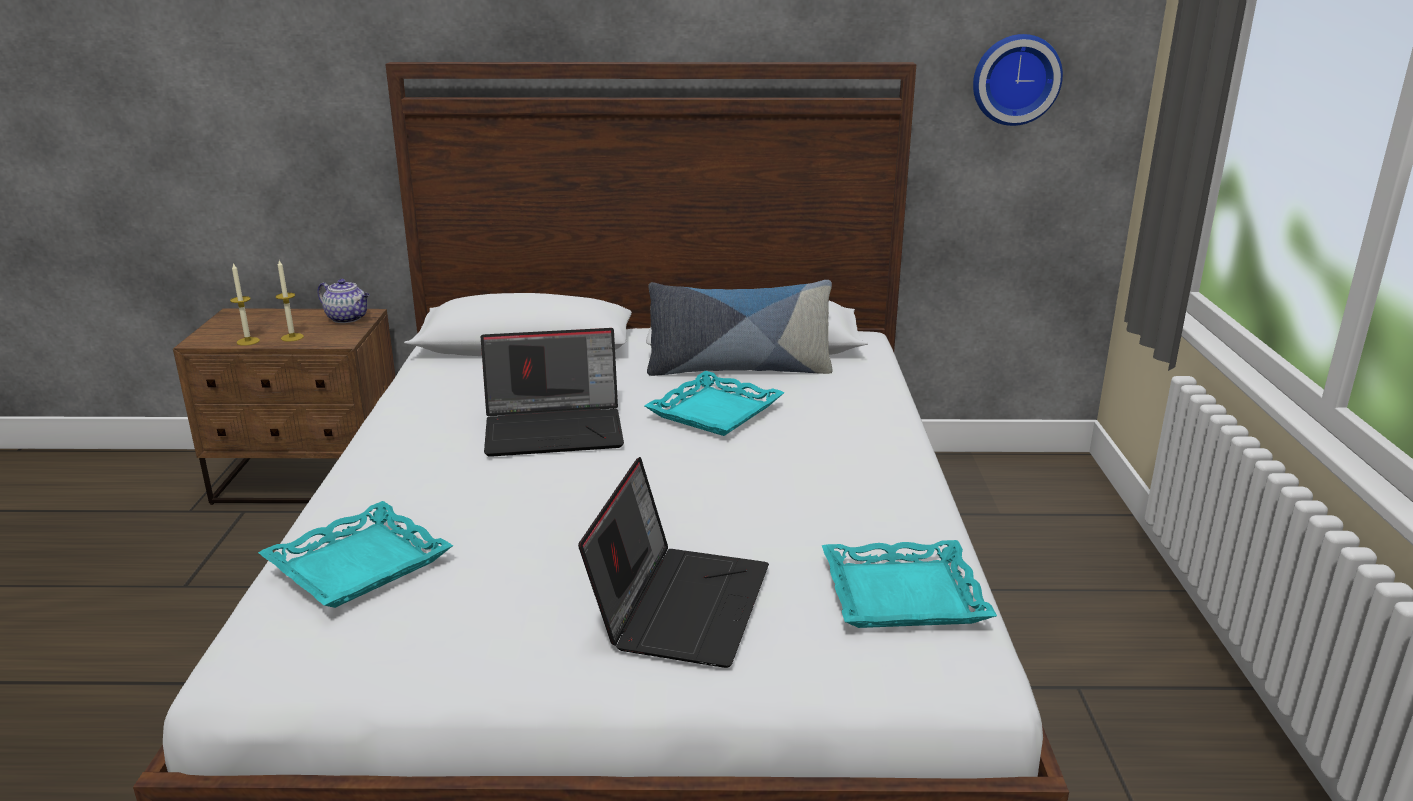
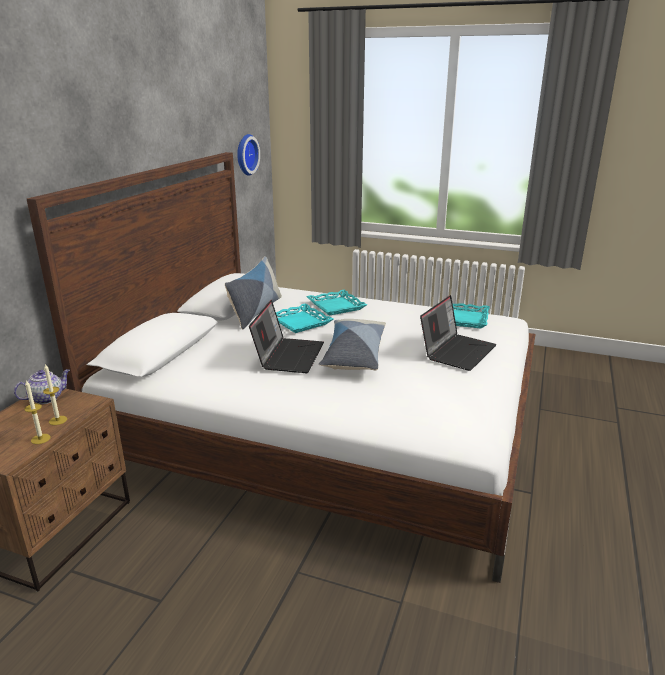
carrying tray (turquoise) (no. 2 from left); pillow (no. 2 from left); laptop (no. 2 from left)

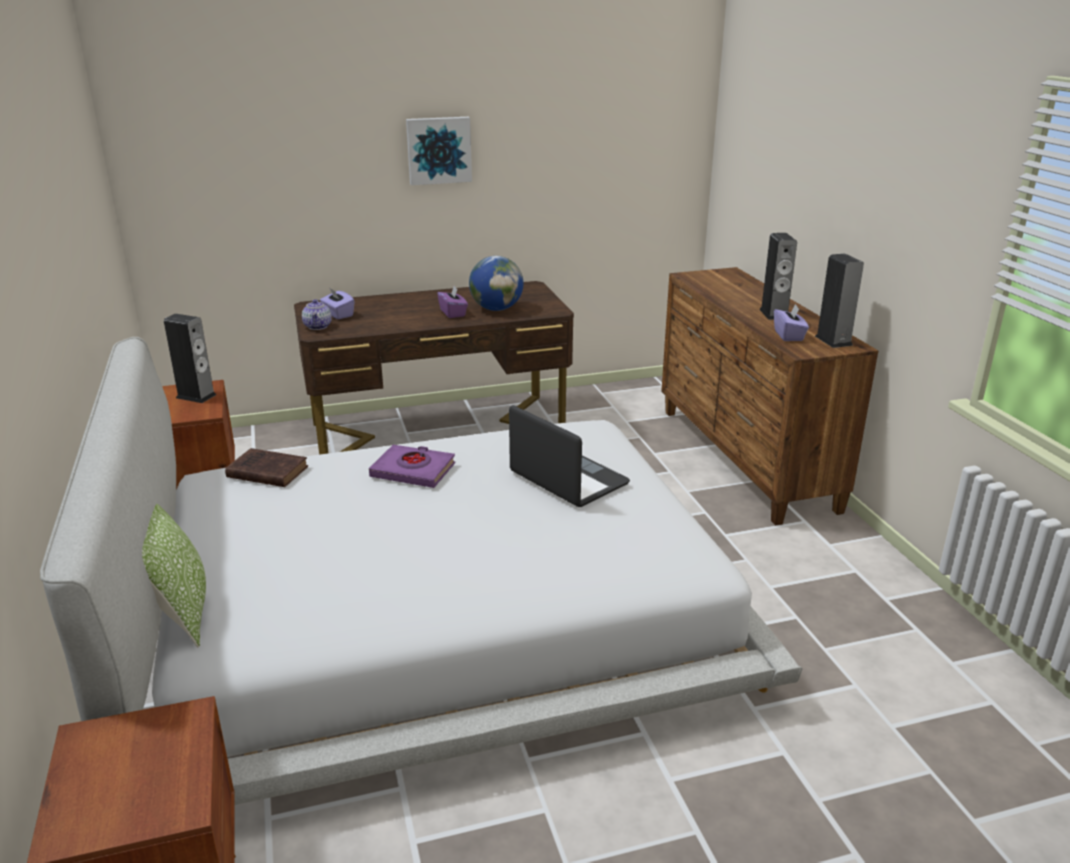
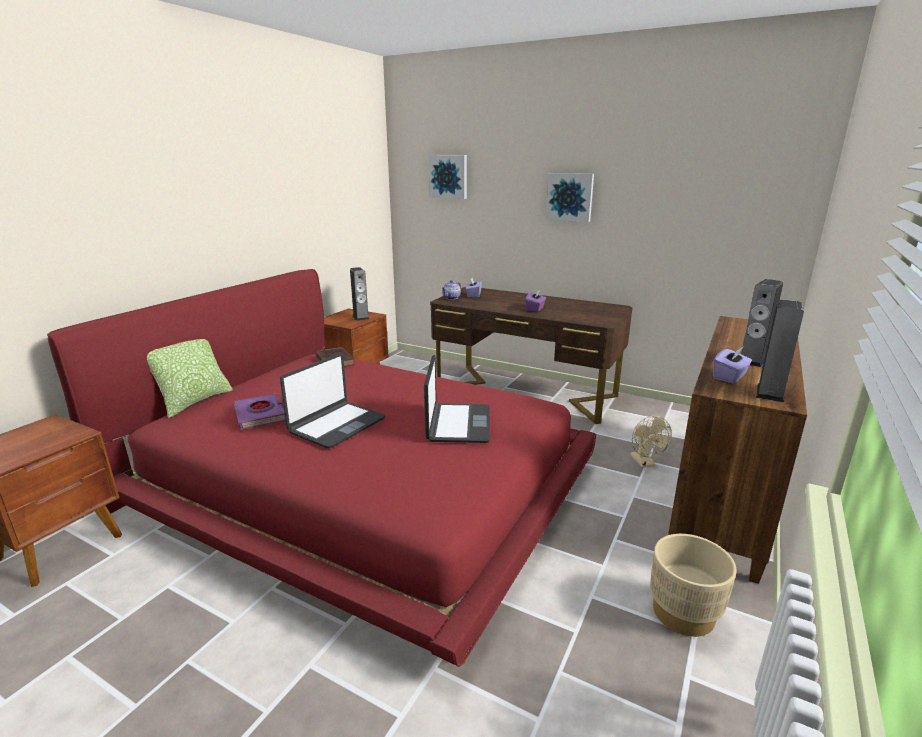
bed (red); volume (purple-coloured); laptop (no. 1 from left); wall picture (no. 1 from left); electric fan (beige); planter (beige); world globe

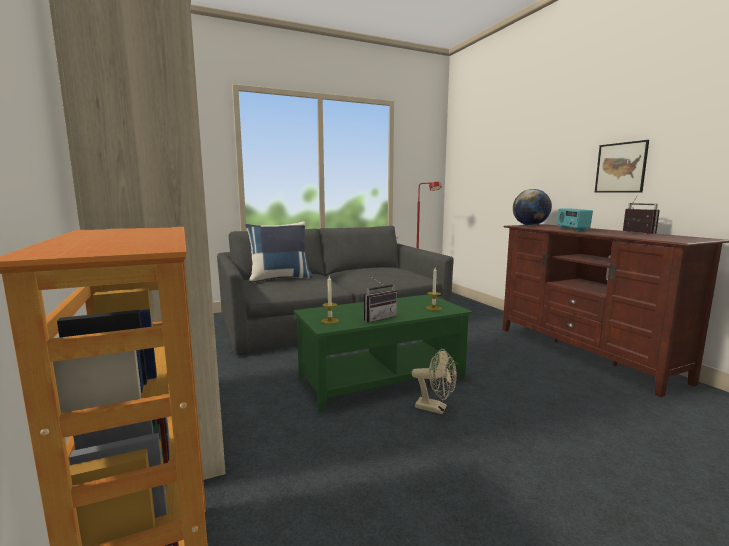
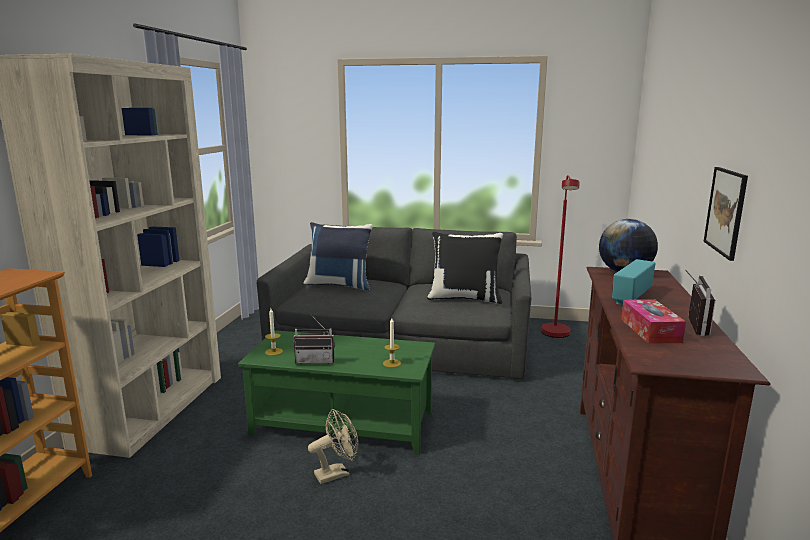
electric fan (beige); pillow (black); tissue holder

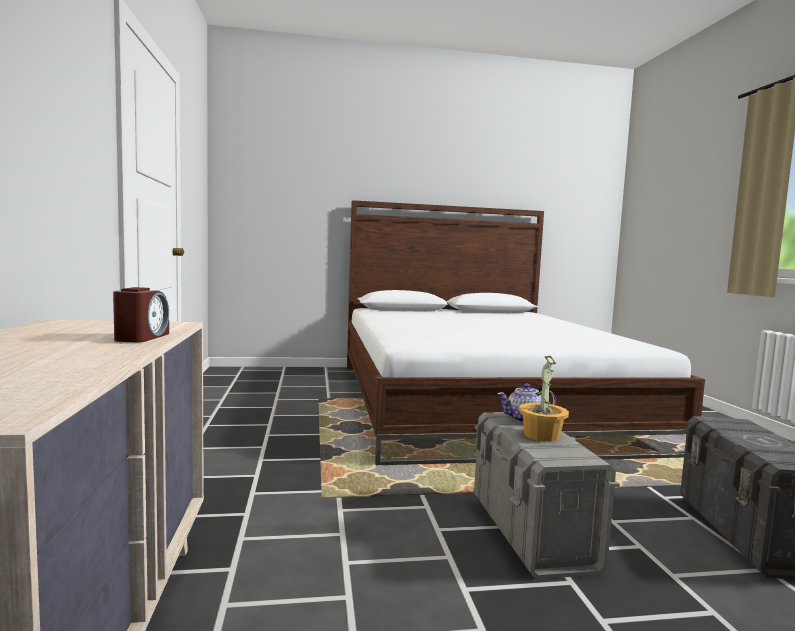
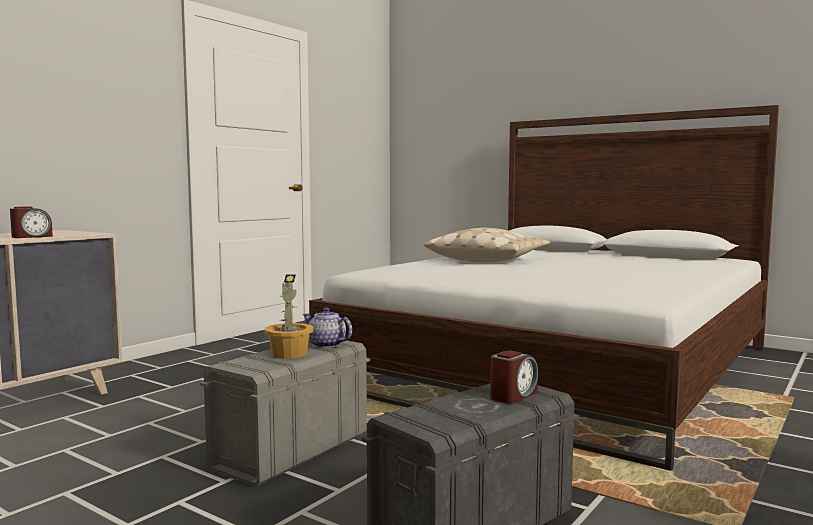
pillow (beige); table clock (no. 2 from left)

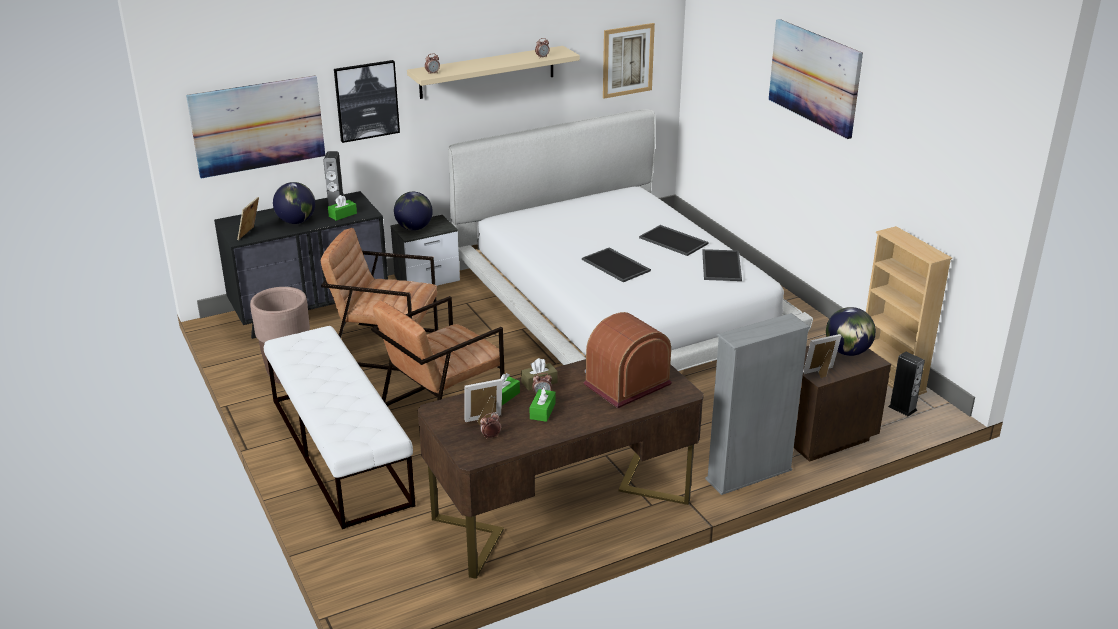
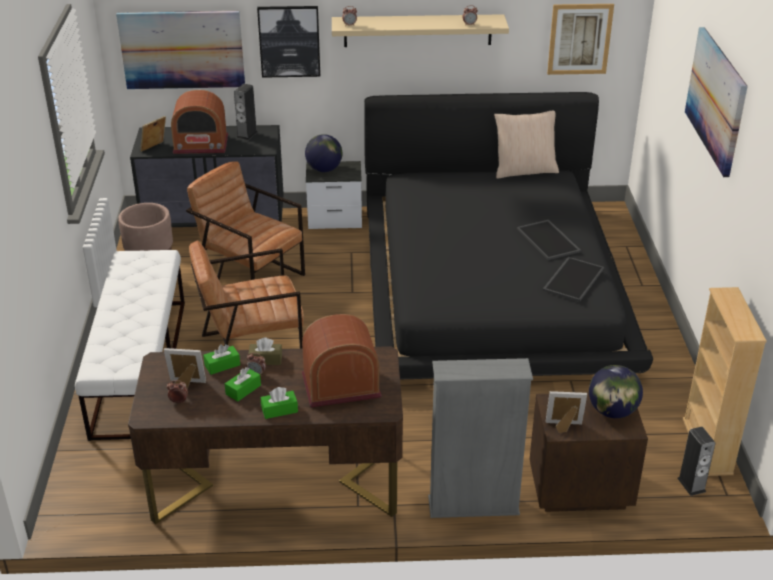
radio set (no. 1 from left); tissue holder (greenish) (no. 3 from left); bed (black); pillow (beige); carrying tray (no. 1 from left in the first image)

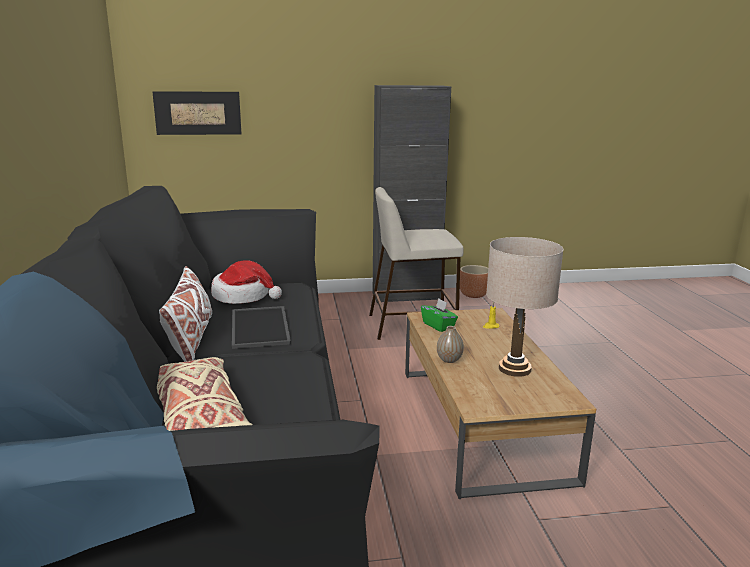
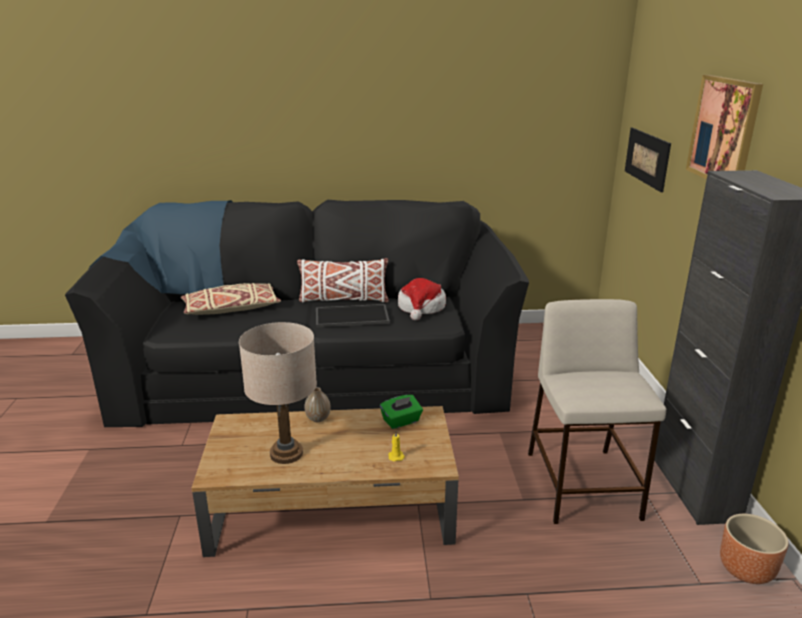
wall picture (no. 2 from left)

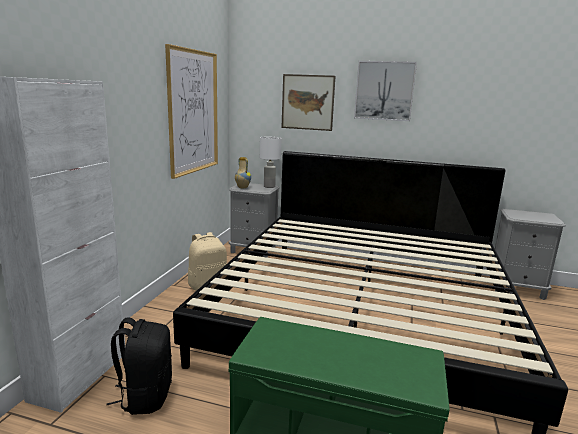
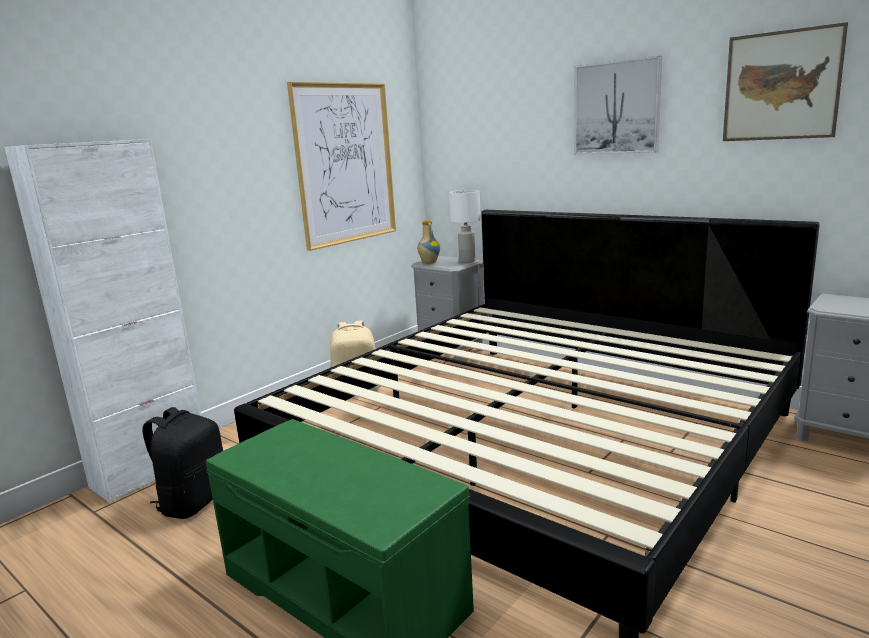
wall picture (no. 3 from left)

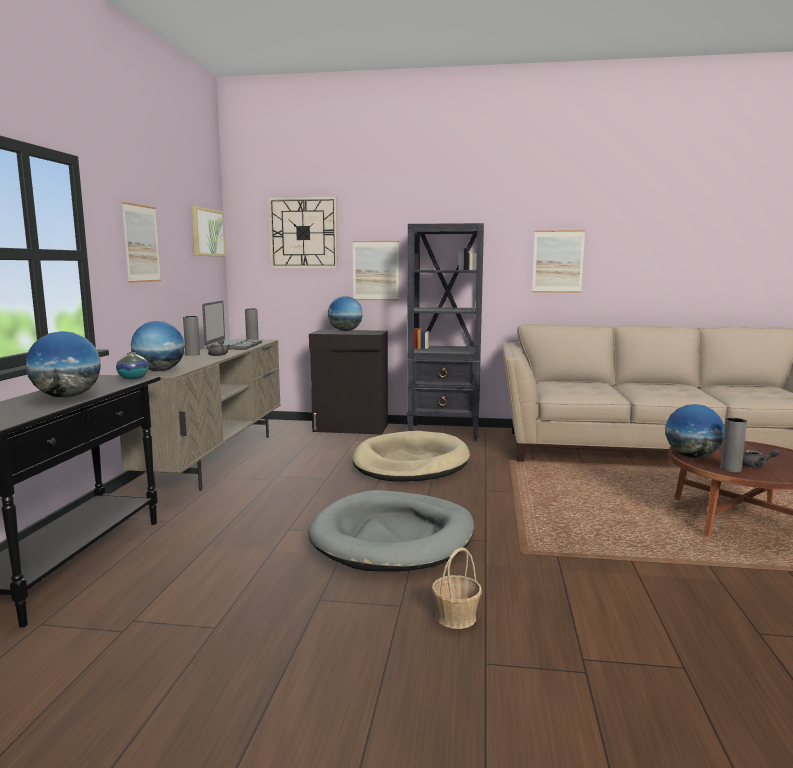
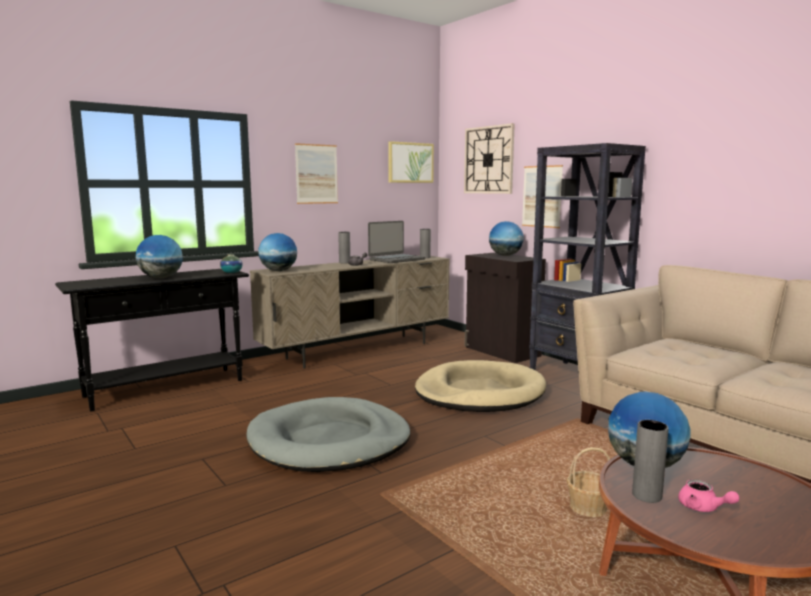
storage basket; tea pot (pink-coloured); wall picture (no. 4 from left in the first image)

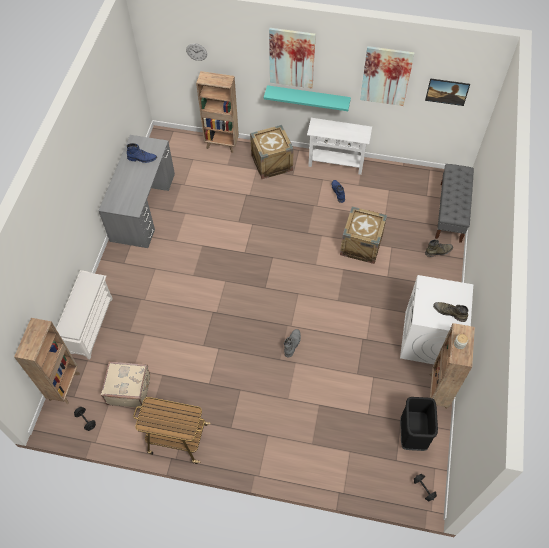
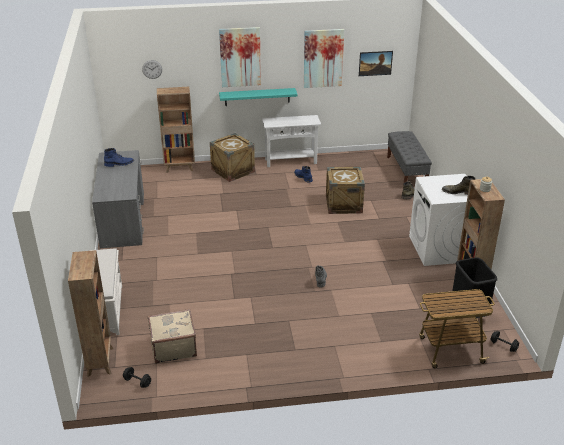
cart

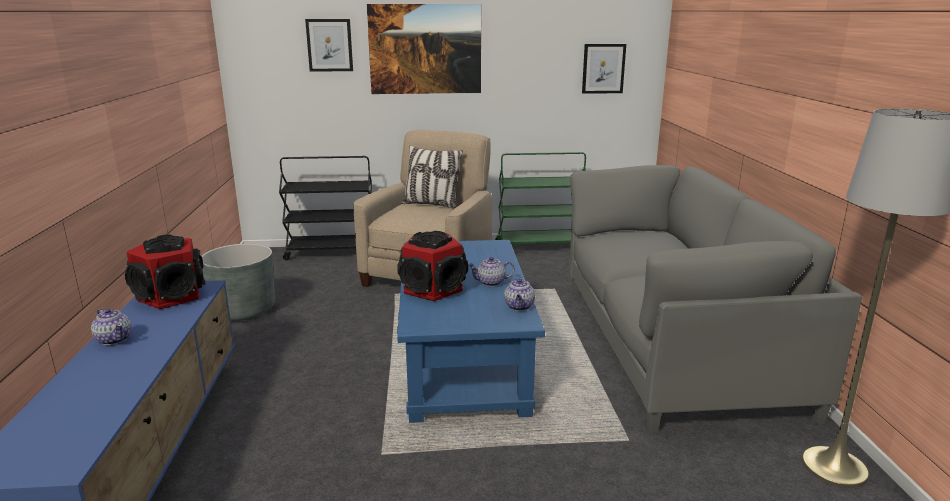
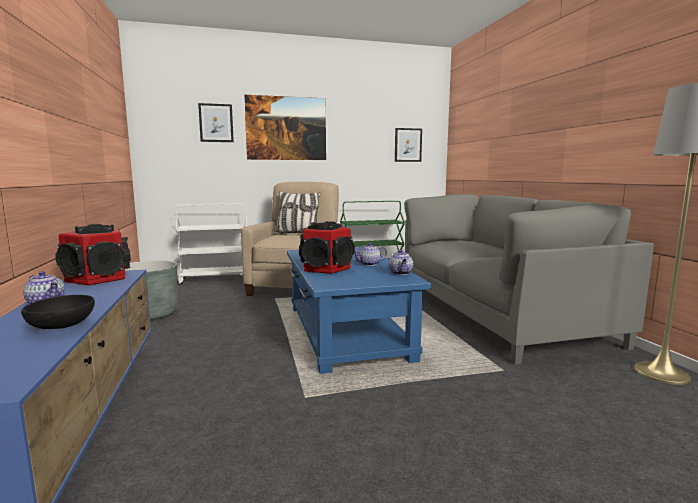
bowl (black); cart (white-coloured)

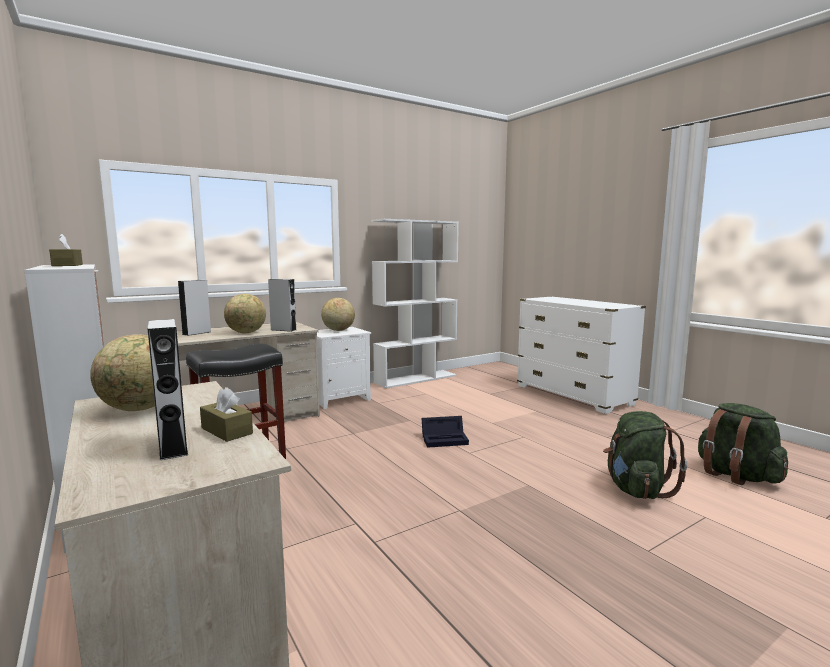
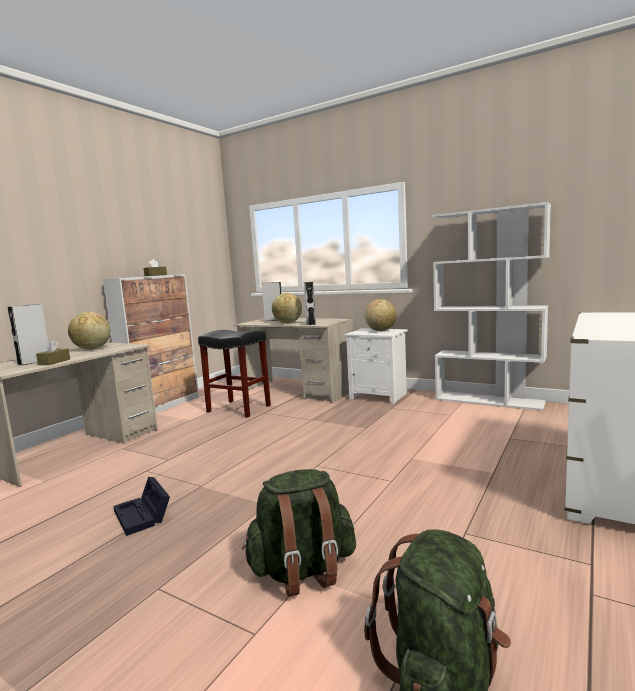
storage container (black)

